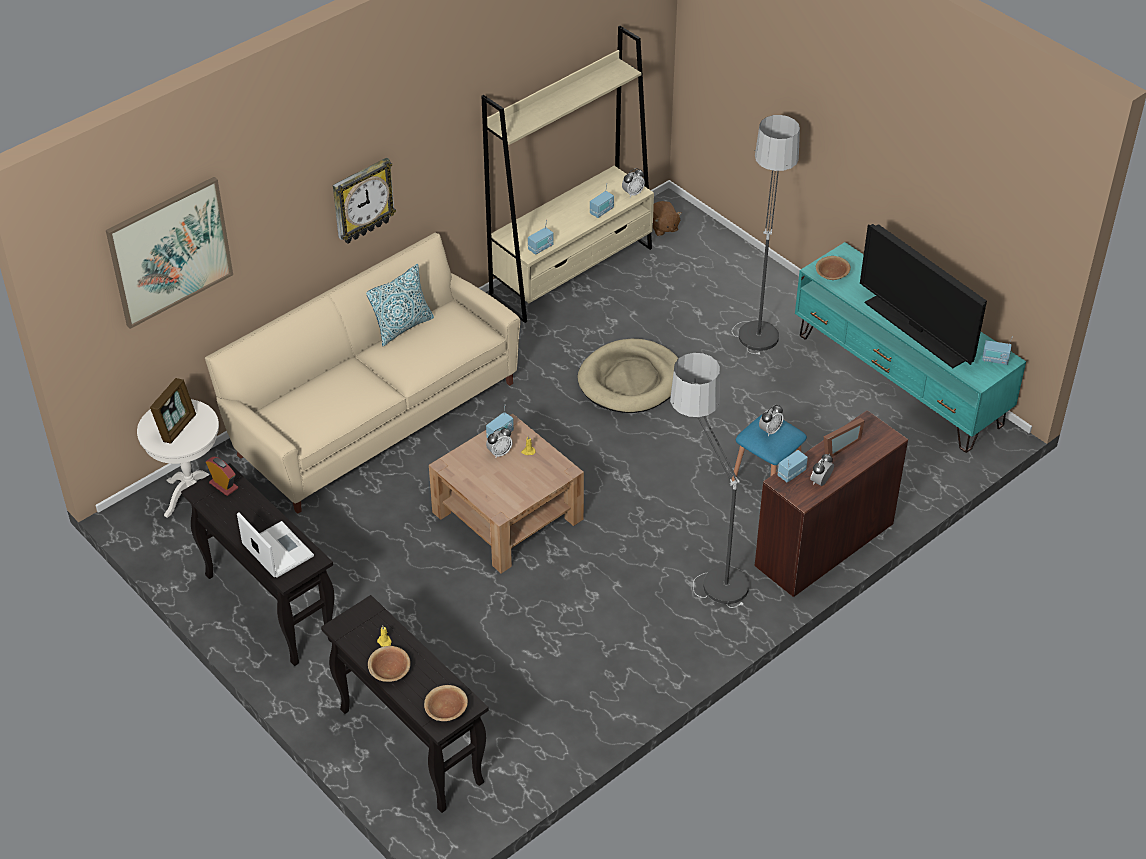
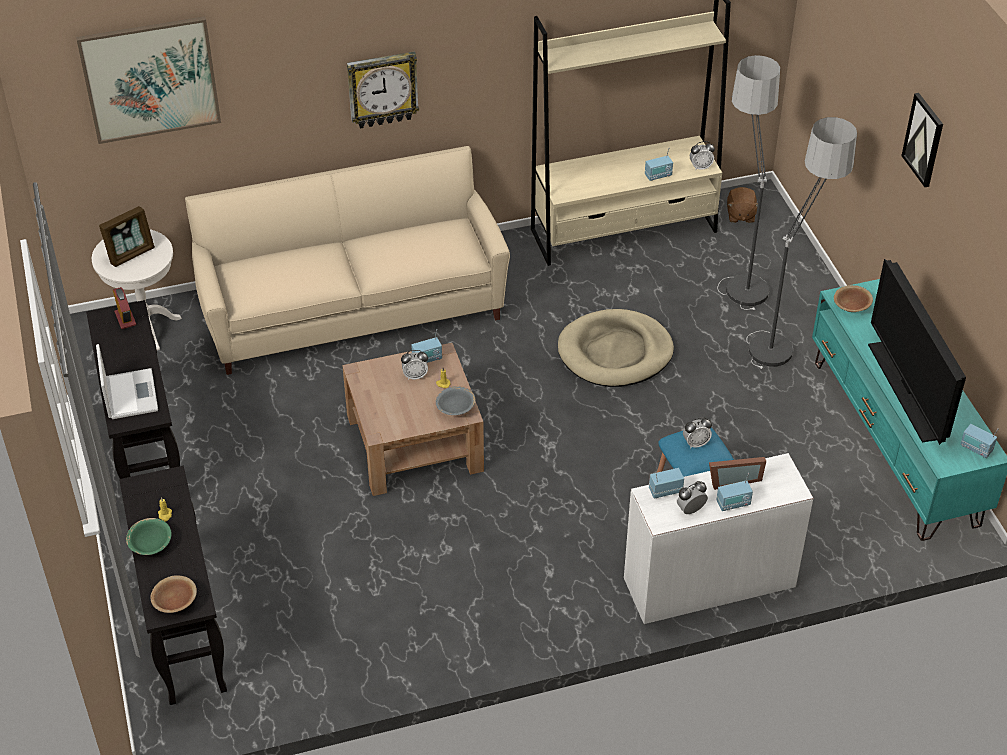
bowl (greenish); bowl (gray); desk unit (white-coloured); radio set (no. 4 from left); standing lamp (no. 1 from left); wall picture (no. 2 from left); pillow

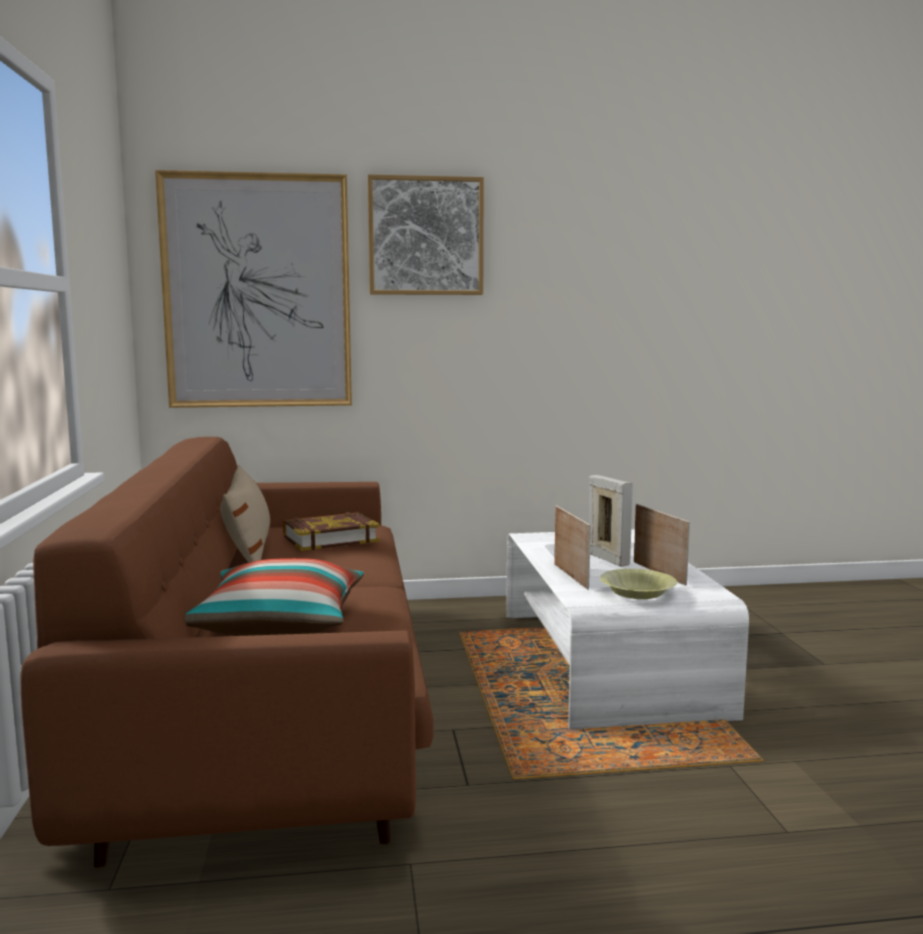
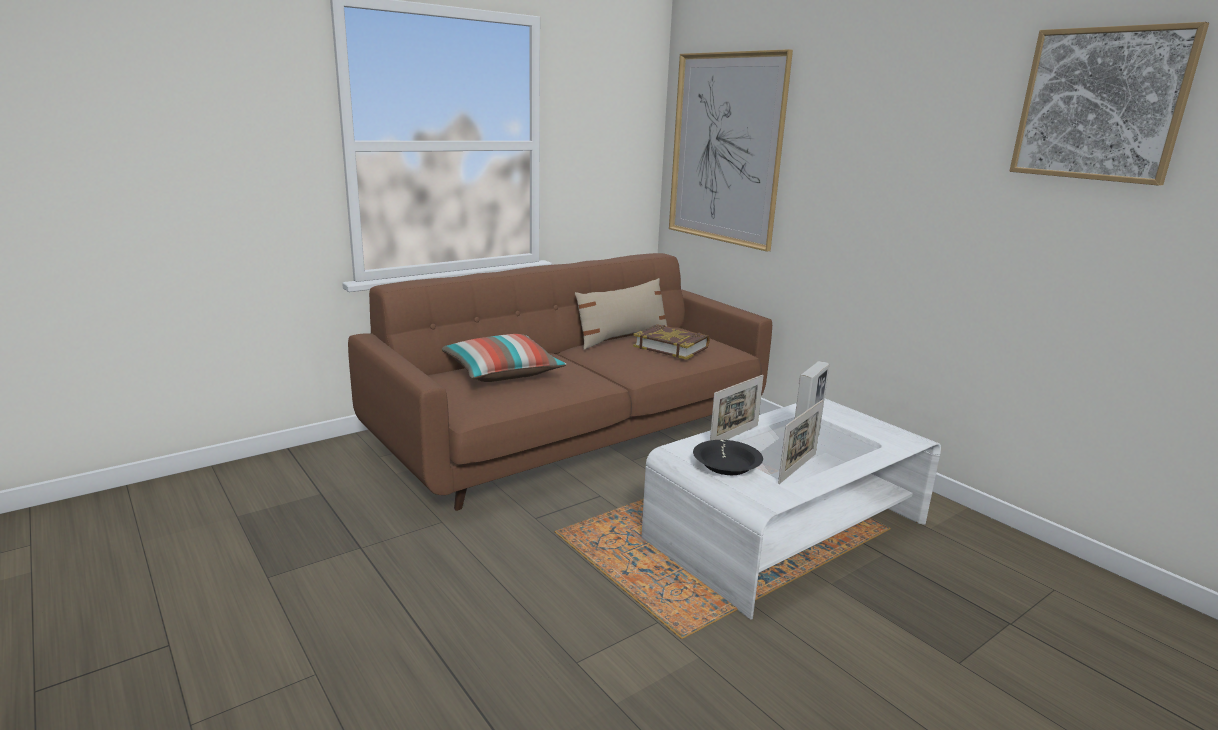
bowl (black); wall picture (no. 2 from left)

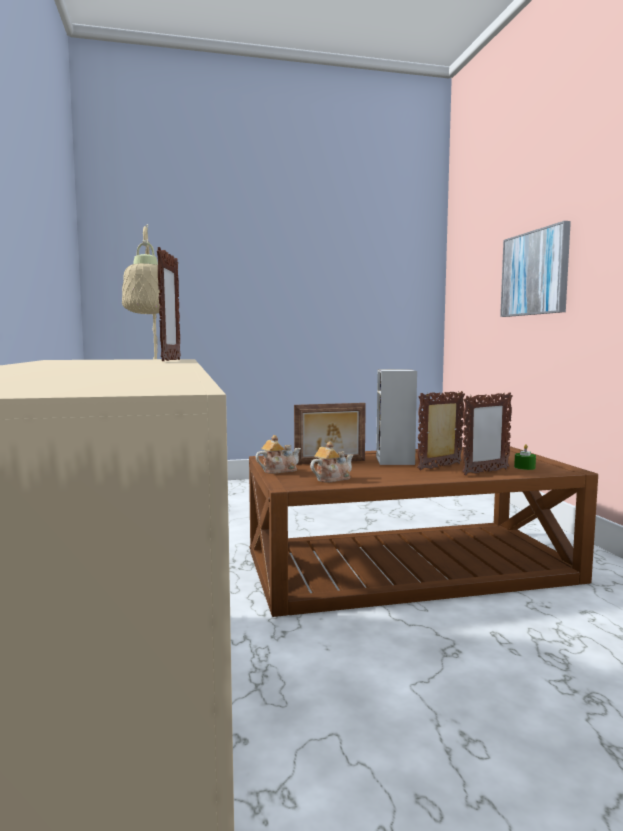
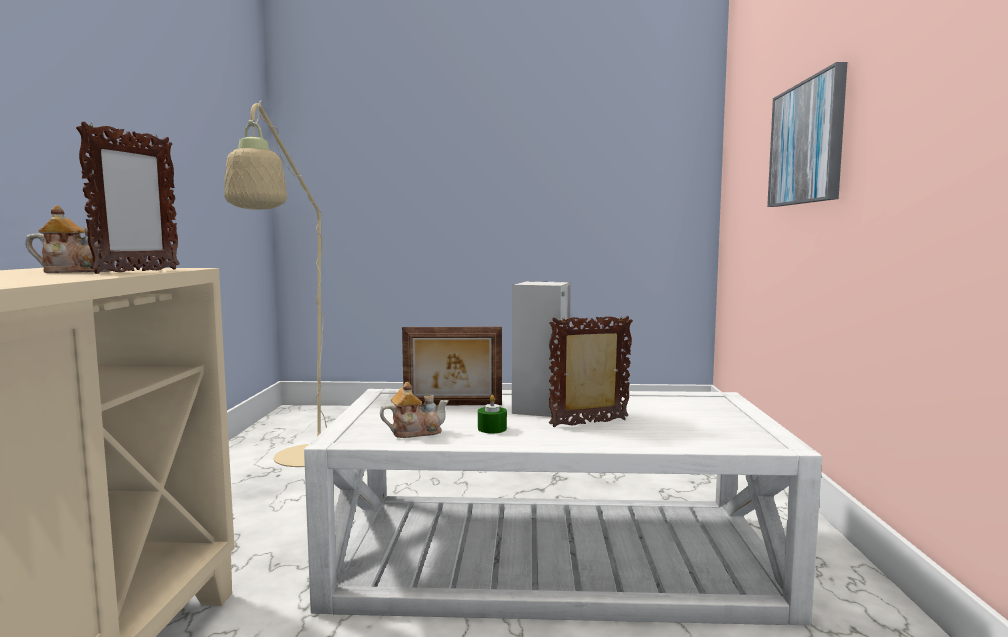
tea pot (no. 1 from left); lounge table (white-coloured); wax candle (greenish); photo frame (no. 4 from left in the first image)

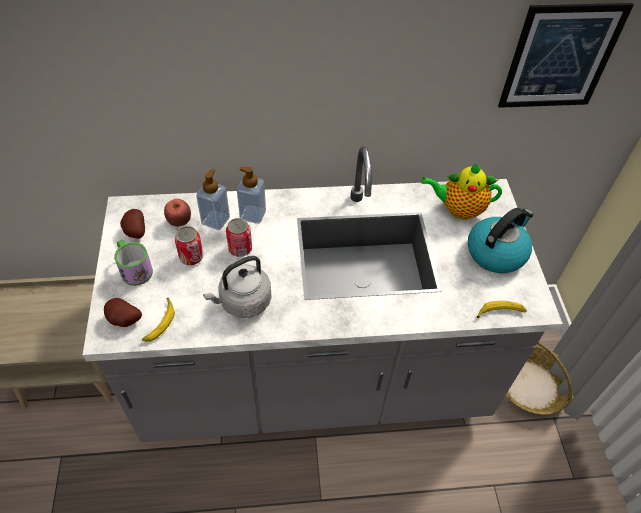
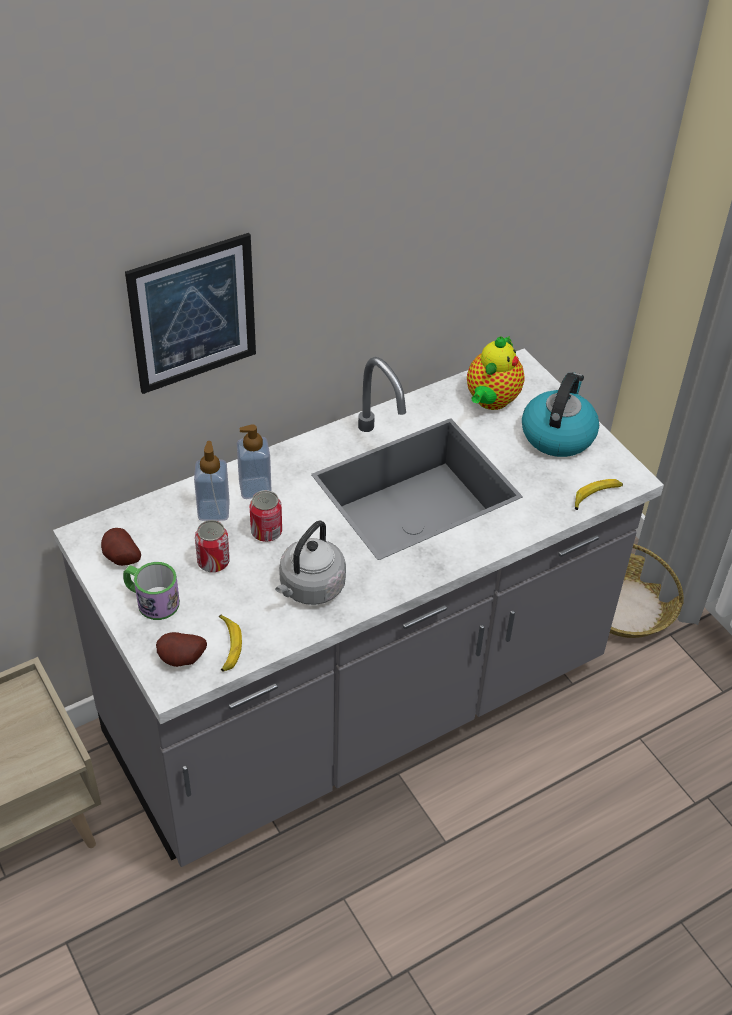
wall picture; tea pot; whole apple

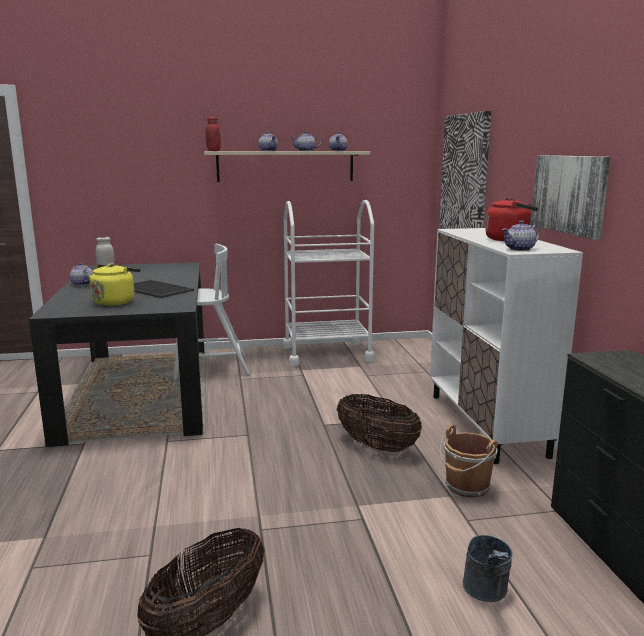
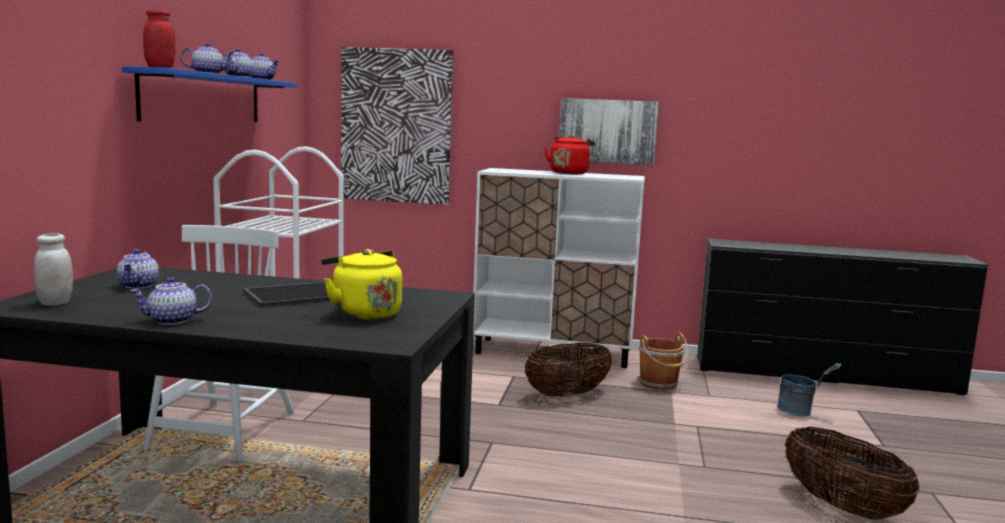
tea pot (no. 1 from left); bracket shelf (blue)

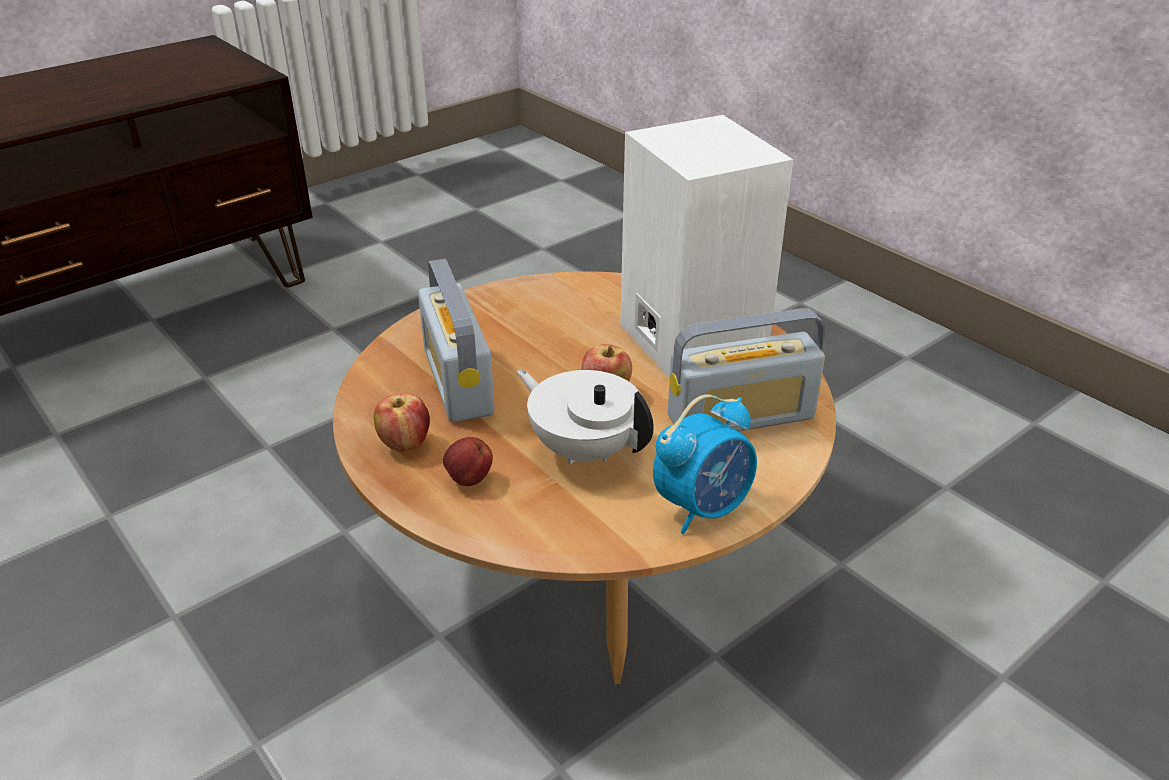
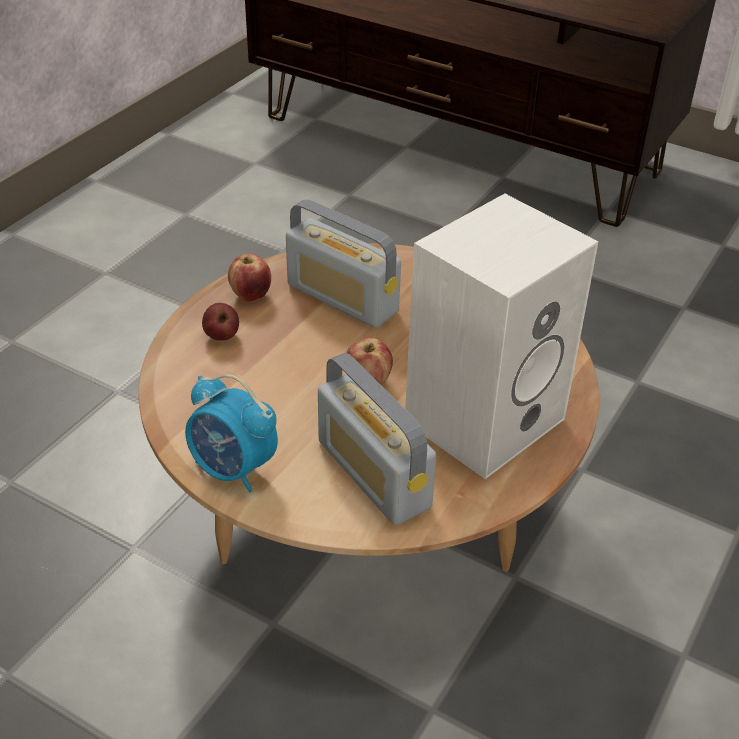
radio set (no. 1 from left); tea pot (white-coloured)

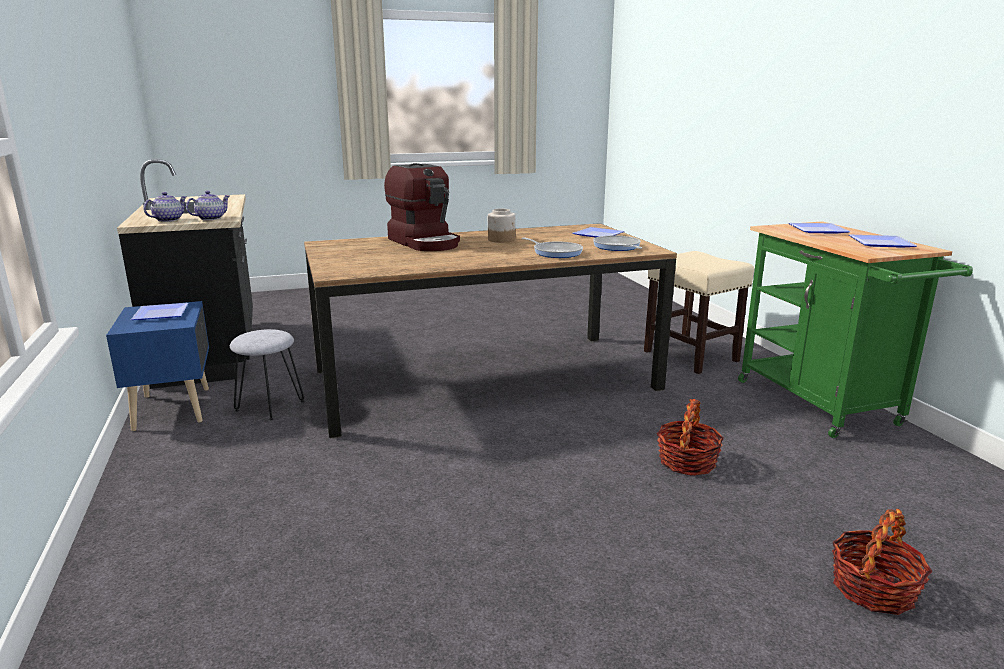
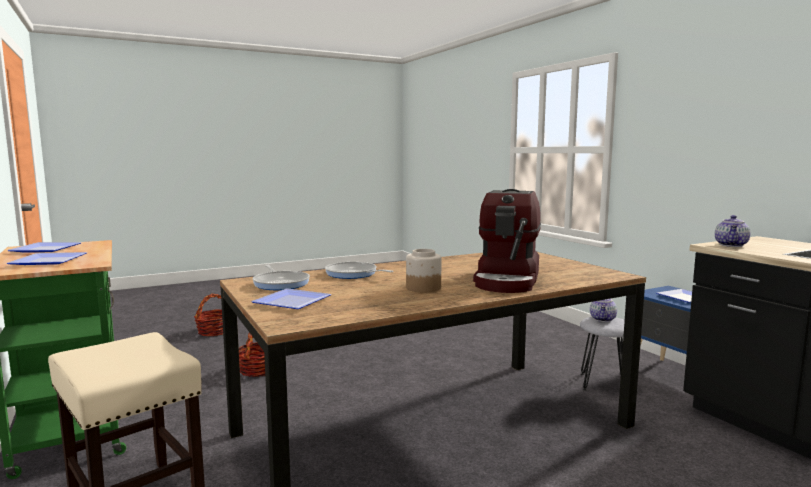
coffee brewer; tea pot (no. 1 from left)

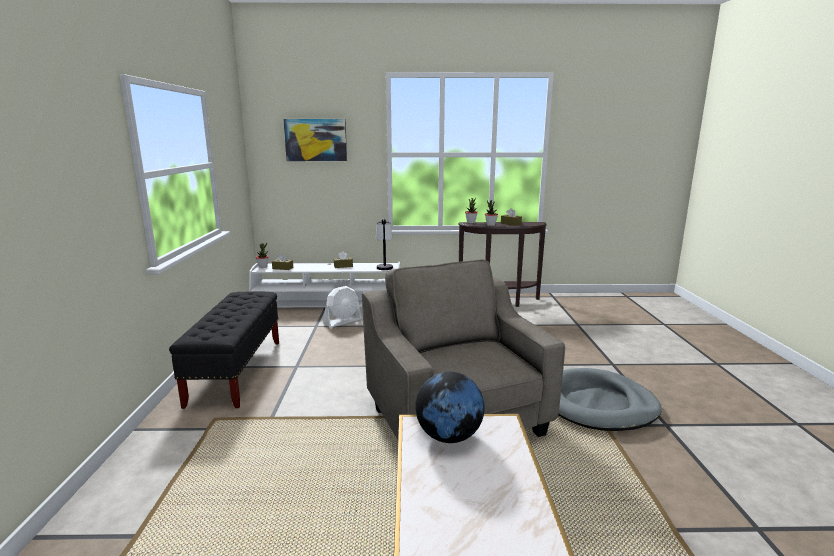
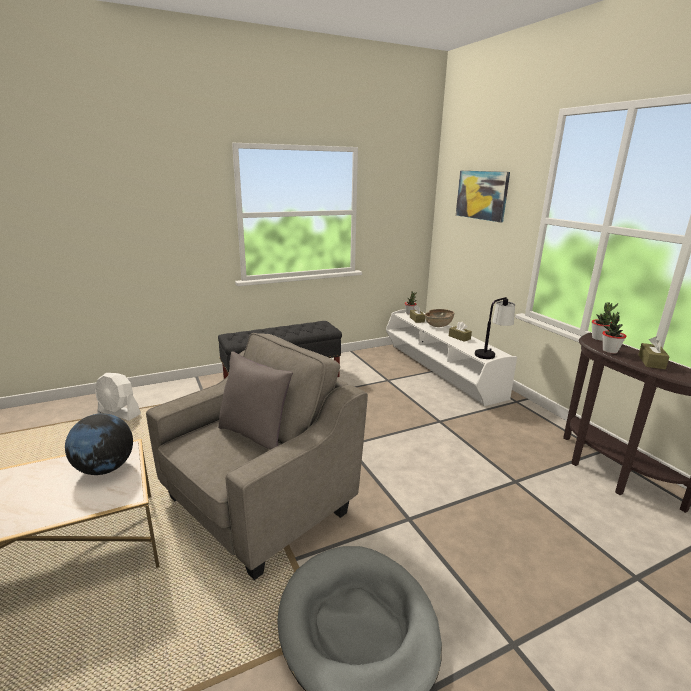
electric fan (white-coloured); pillow (gray); bowl (brownish)

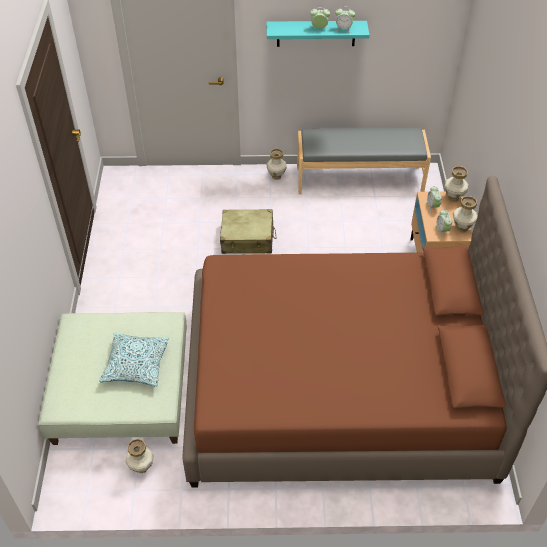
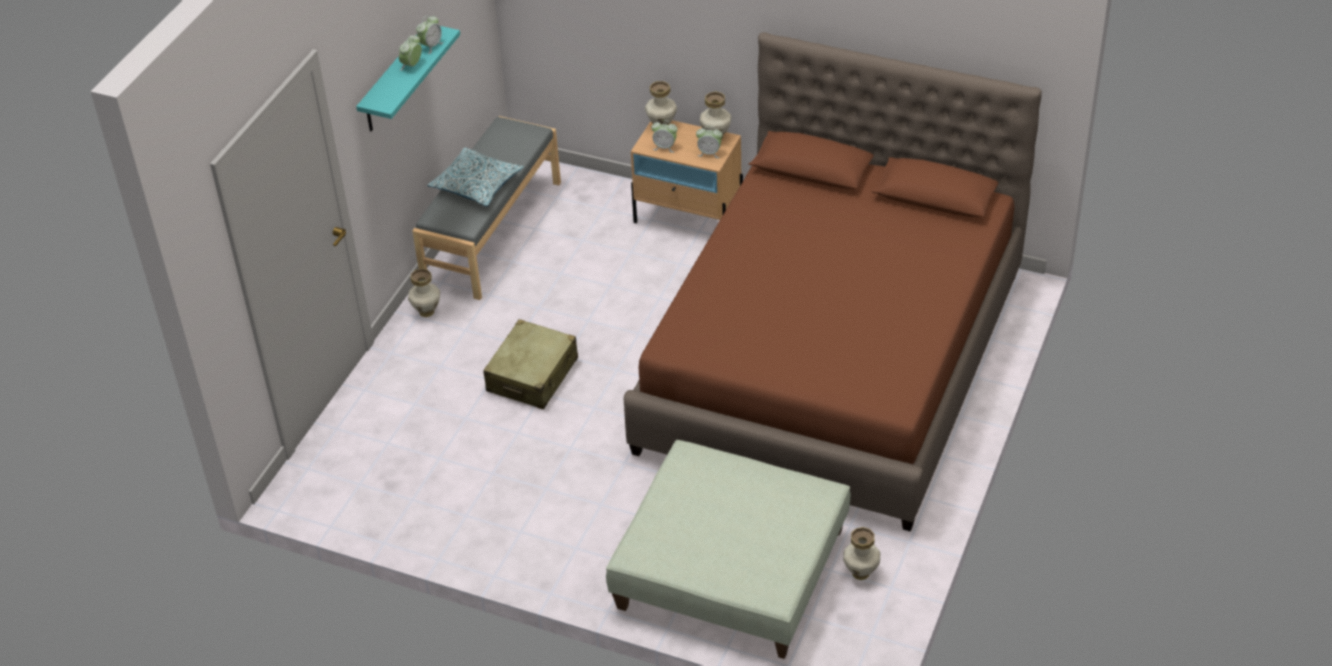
pillow

